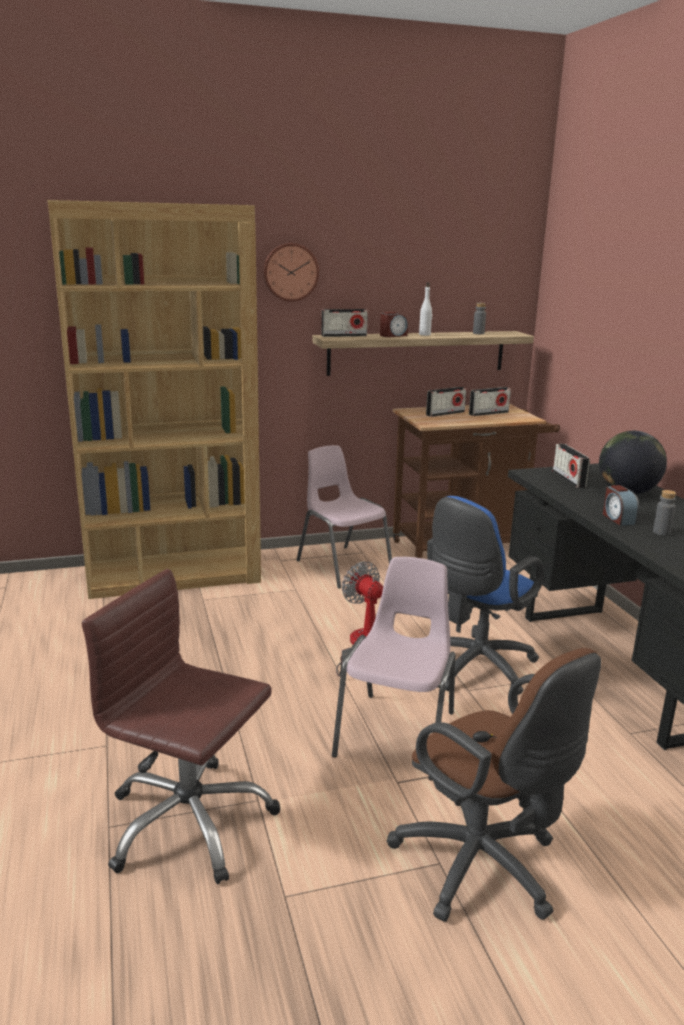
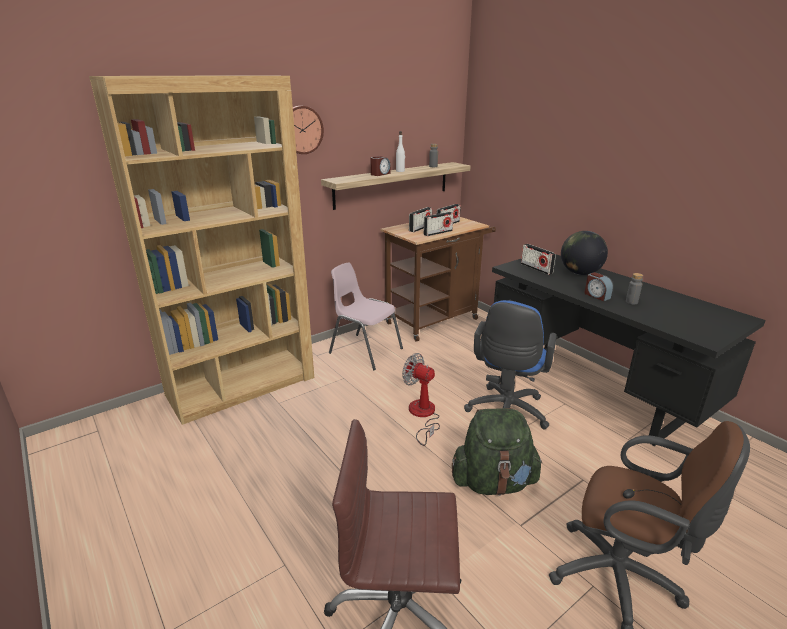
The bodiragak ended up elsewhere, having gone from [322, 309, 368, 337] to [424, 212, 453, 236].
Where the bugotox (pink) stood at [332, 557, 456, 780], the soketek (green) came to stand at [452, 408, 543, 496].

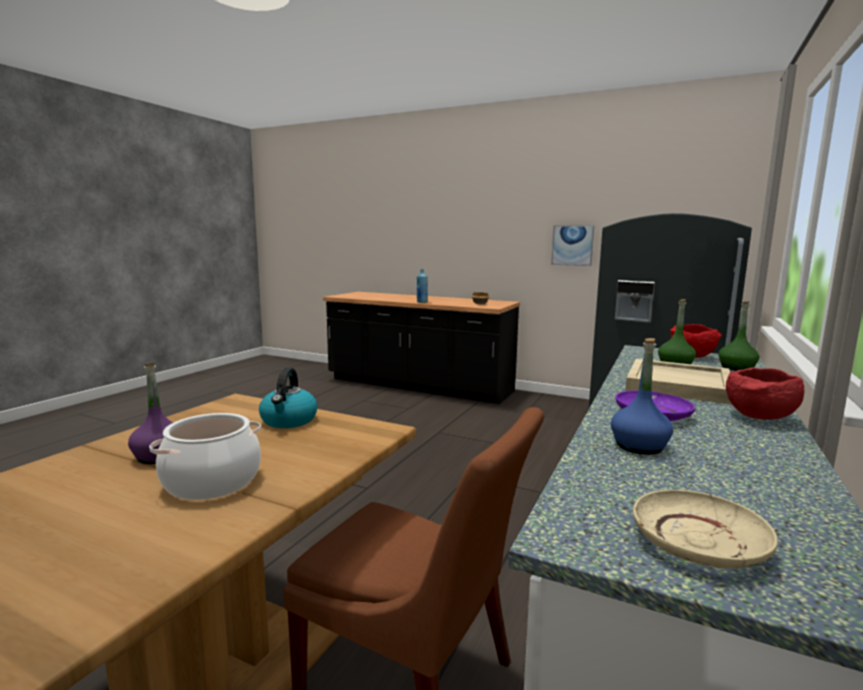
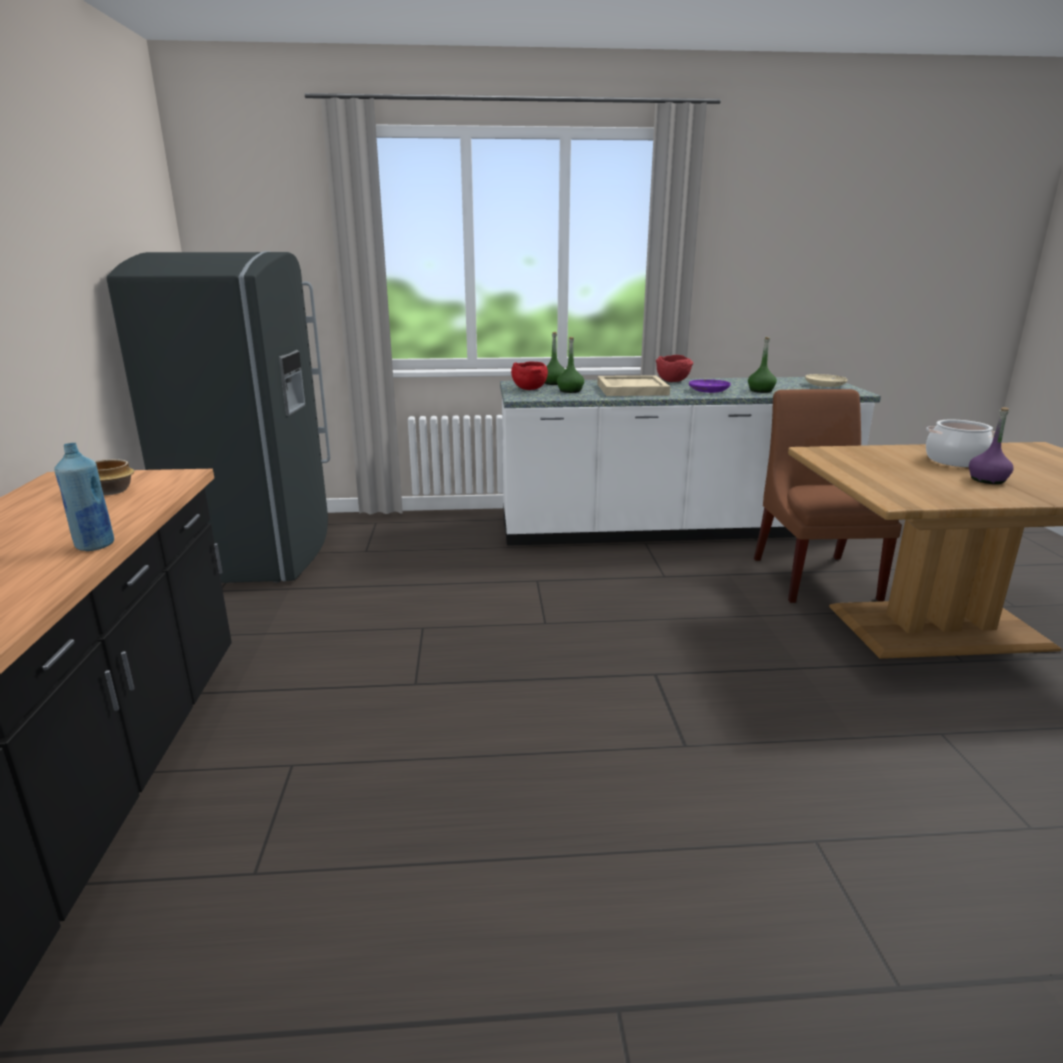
What was the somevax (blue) at [611, 338, 673, 455] turned into the somevax (green) at [748, 337, 777, 393].
The second view lost the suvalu at [259, 368, 318, 428].
The second view lost the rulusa at [551, 225, 594, 266].

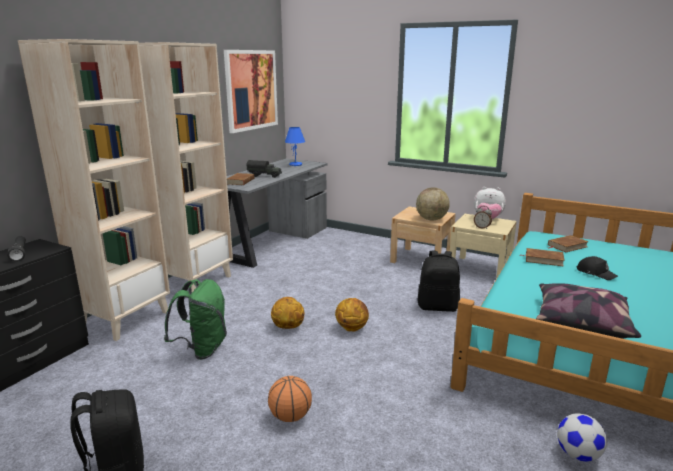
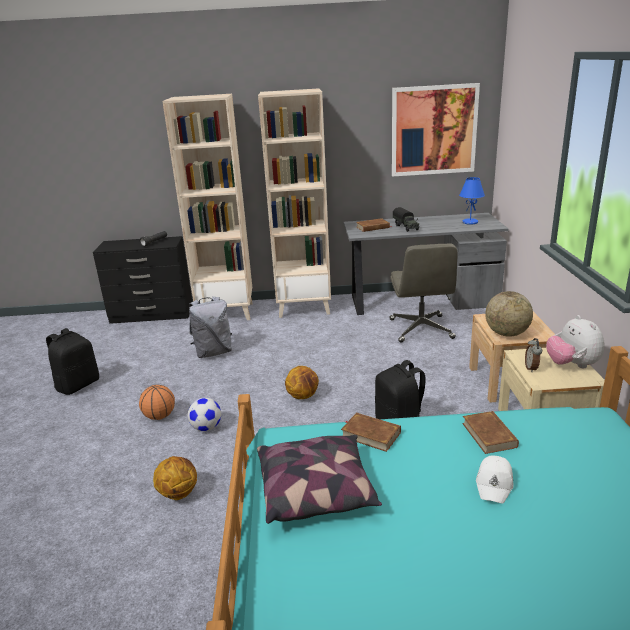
The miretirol ended up elsewhere, having gone from [271, 297, 305, 329] to [153, 456, 197, 500].
The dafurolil ended up elsewhere, having gone from [557, 413, 607, 462] to [188, 398, 221, 431].
What was the soketek (green) at [164, 279, 227, 360] turned into the soketek (grey) at [189, 296, 232, 358].
The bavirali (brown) ended up elsewhere, having gone from [548, 235, 589, 252] to [341, 413, 401, 452].
The second view gained the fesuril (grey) at [390, 244, 458, 343].
What was the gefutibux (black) at [576, 256, 618, 280] turned into the gefutibux (white) at [476, 456, 514, 503].

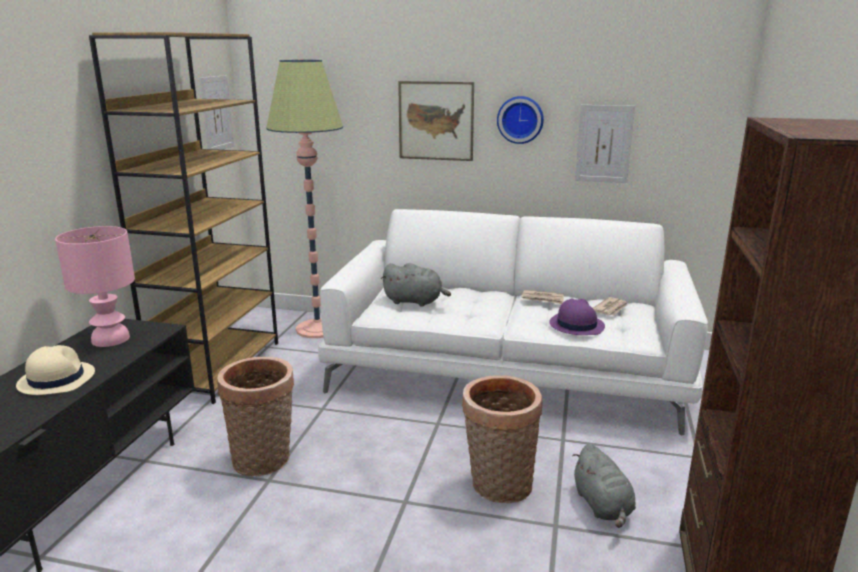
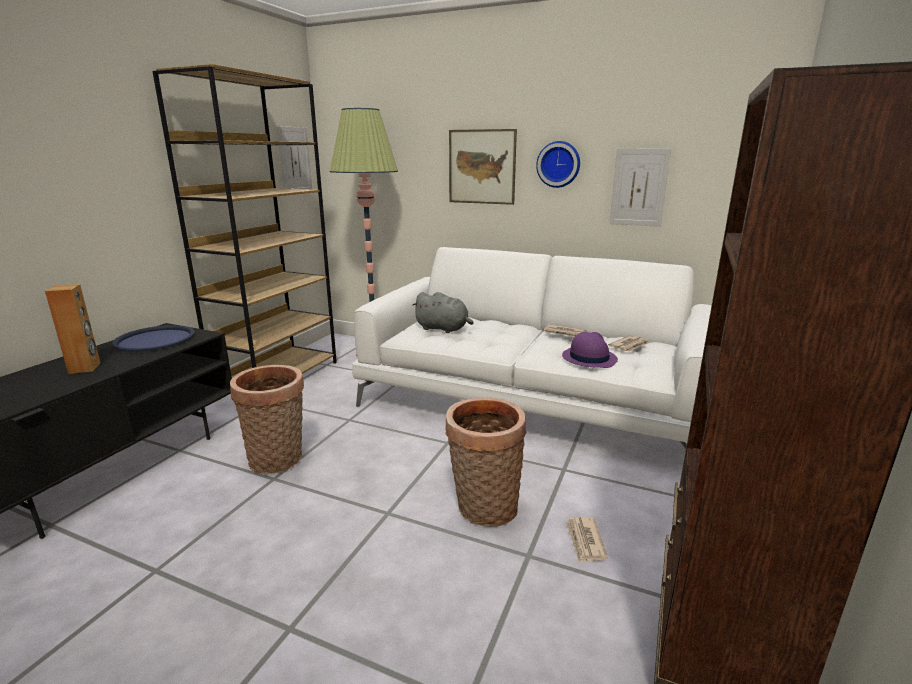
Where the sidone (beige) stood at [16, 345, 95, 395], the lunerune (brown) came to stand at [45, 284, 100, 374].
Where the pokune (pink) stood at [55, 226, 135, 347], the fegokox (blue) came to stand at [112, 325, 195, 352].
Where the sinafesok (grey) stood at [572, 443, 636, 528], the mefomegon came to stand at [565, 517, 608, 563].

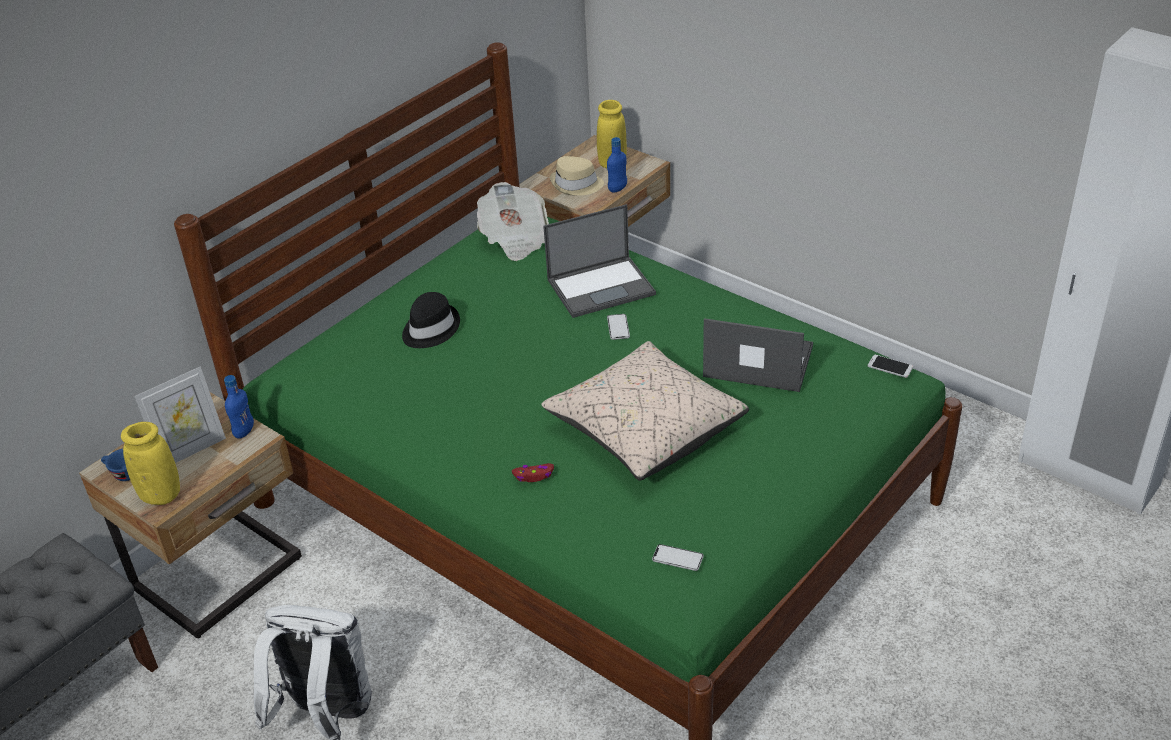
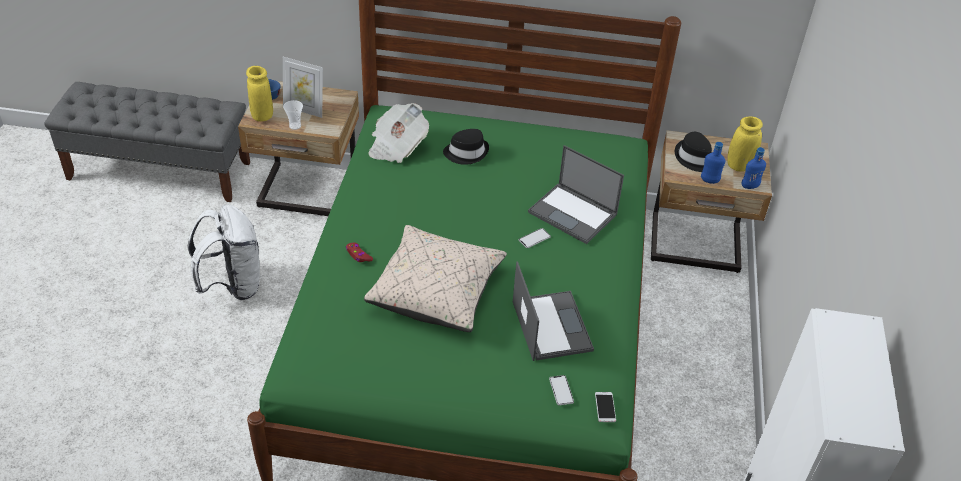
The second view gained the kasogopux at [283, 100, 303, 130].
The mefomegon ended up elsewhere, having gone from [477, 182, 549, 261] to [368, 103, 429, 163].
The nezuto ended up elsewhere, having gone from [652, 544, 704, 571] to [549, 375, 574, 405].
What was the sidone (beige) at [550, 156, 604, 196] turned into the sidone (black) at [675, 132, 712, 172].
The somevax (blue) ended up elsewhere, having gone from [224, 375, 254, 439] to [742, 147, 766, 189].

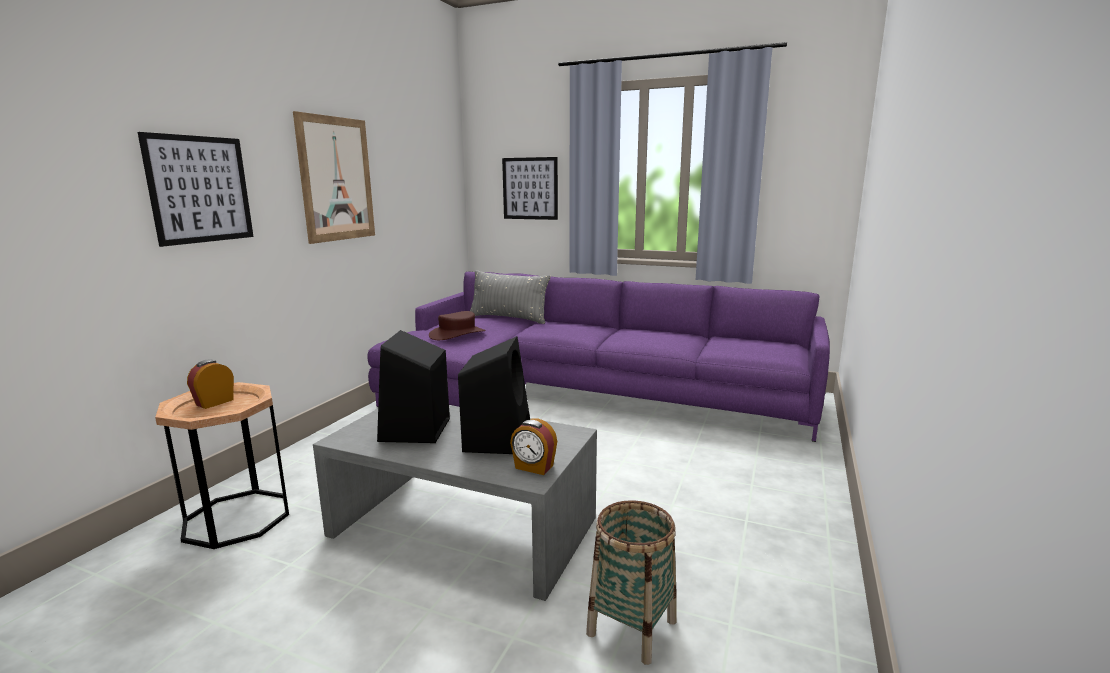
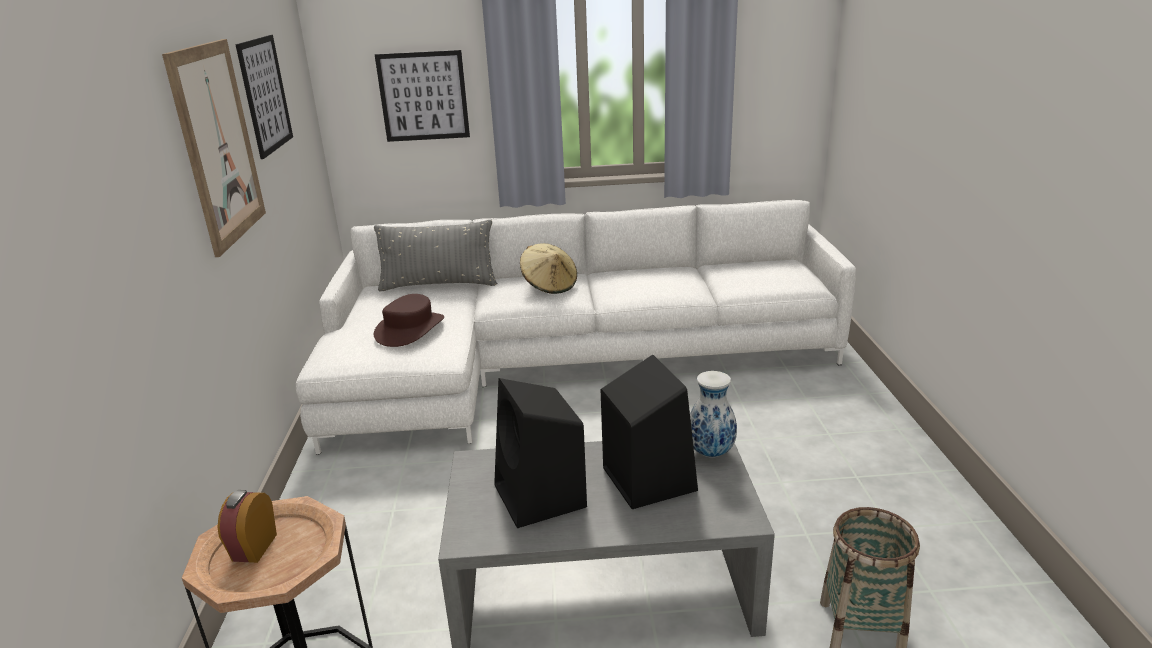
The rulusa ended up elsewhere, having gone from [138, 132, 254, 247] to [235, 35, 293, 159].
What was the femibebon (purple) at [367, 272, 830, 442] turned into the femibebon (white) at [296, 200, 856, 455].
The second view gained the sidone (beige) at [520, 243, 577, 294].
The second view gained the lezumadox at [690, 371, 737, 458].
The second view lost the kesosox at [510, 418, 557, 475].

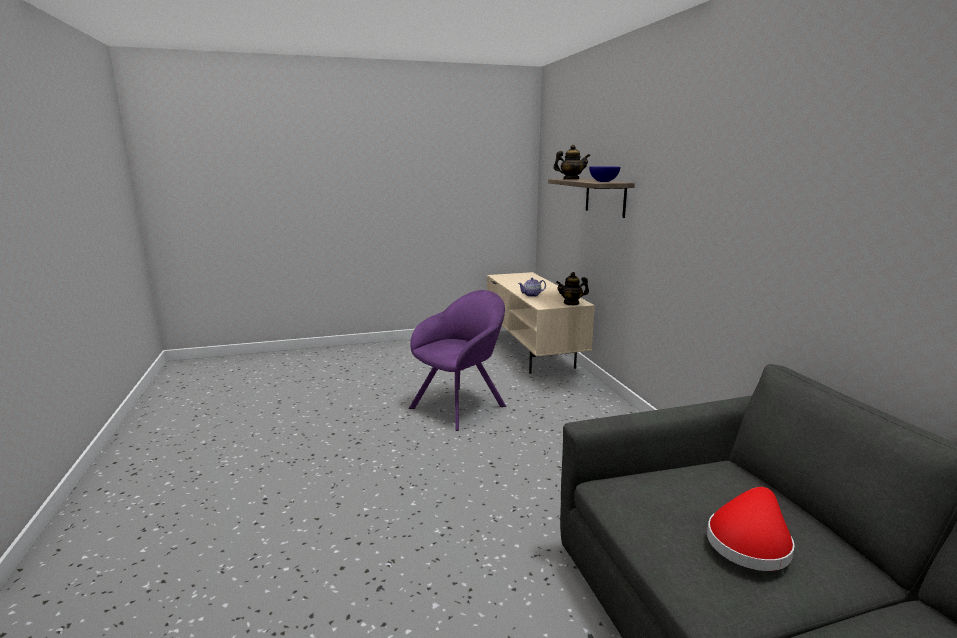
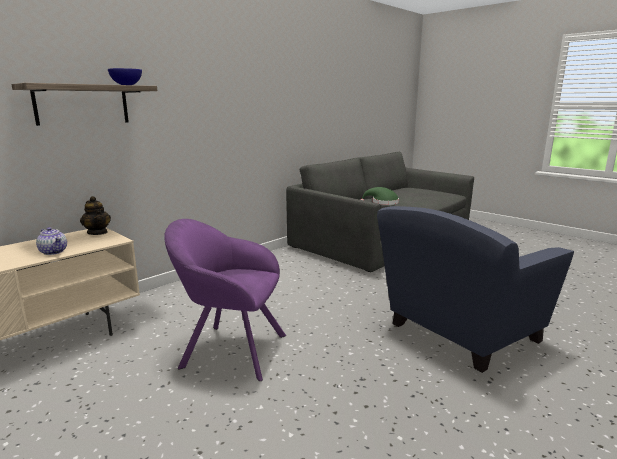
What was the sidone (red) at [707, 487, 794, 571] turned into the sidone (green) at [360, 187, 399, 205].
The second view gained the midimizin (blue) at [377, 206, 574, 373].
The second view lost the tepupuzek at [554, 145, 590, 179].

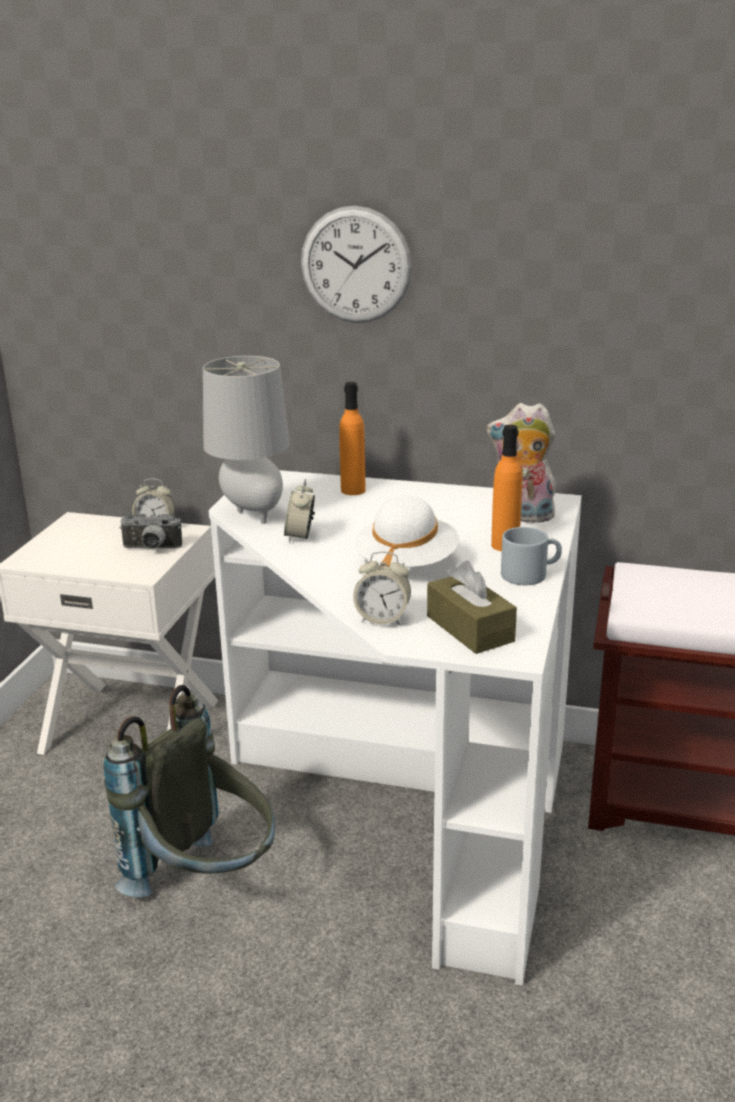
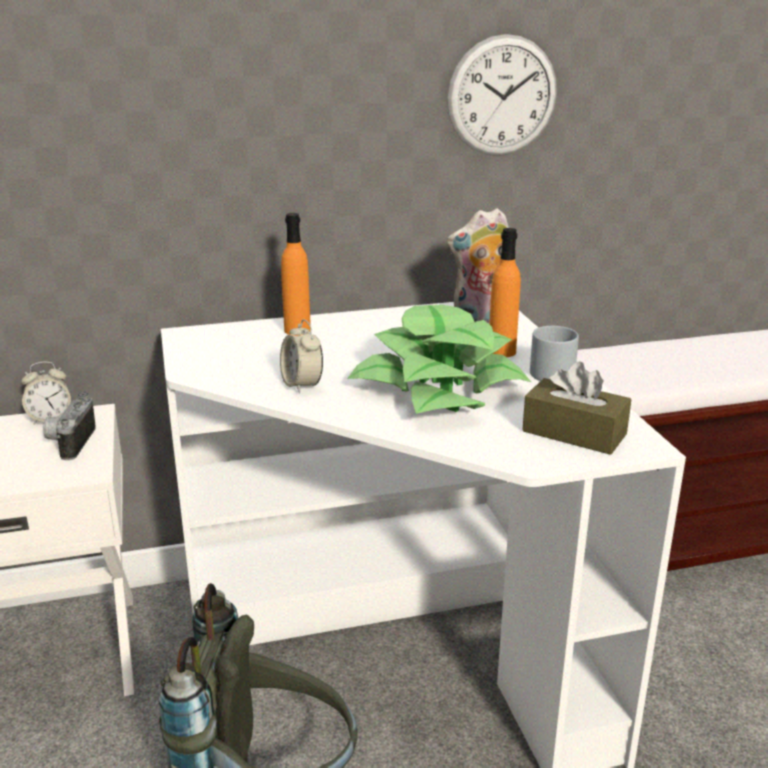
The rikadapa at [120, 513, 182, 549] ended up facing another way, 120 degrees clockwise from before.
Where the sidone (white) stood at [355, 495, 459, 567], the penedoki came to stand at [347, 305, 531, 414].
The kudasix ended up elsewhere, having gone from [301, 206, 412, 323] to [447, 34, 557, 156].
The second view lost the pokune (grey) at [203, 356, 290, 524].
The second view lost the kesosox at [353, 551, 411, 625].

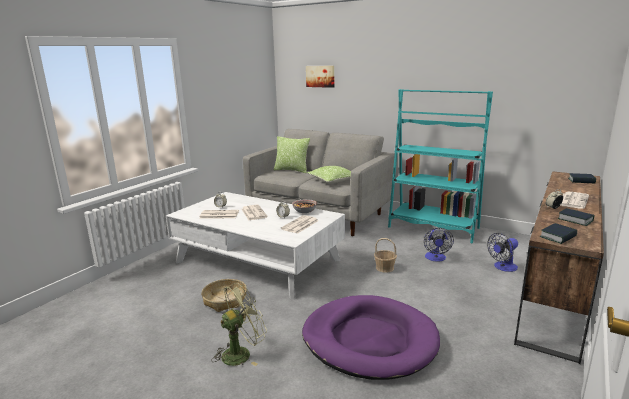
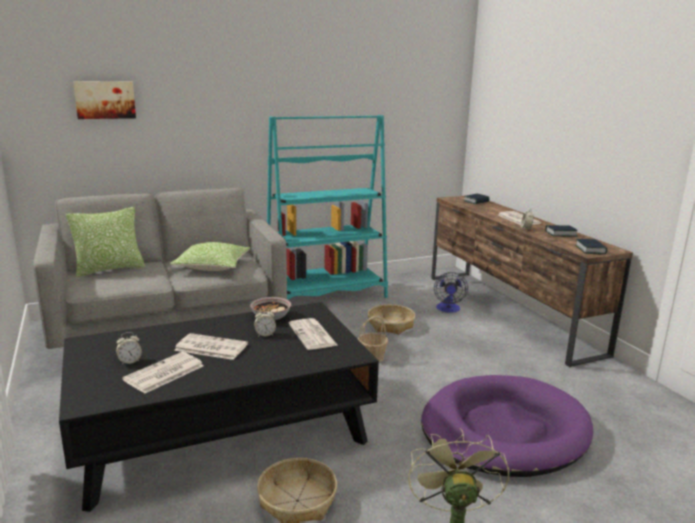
What was the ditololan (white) at [166, 192, 345, 300] turned into the ditololan (black) at [59, 302, 379, 512].
Where the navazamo stood at [424, 228, 454, 262], the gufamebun came to stand at [368, 304, 415, 334].

